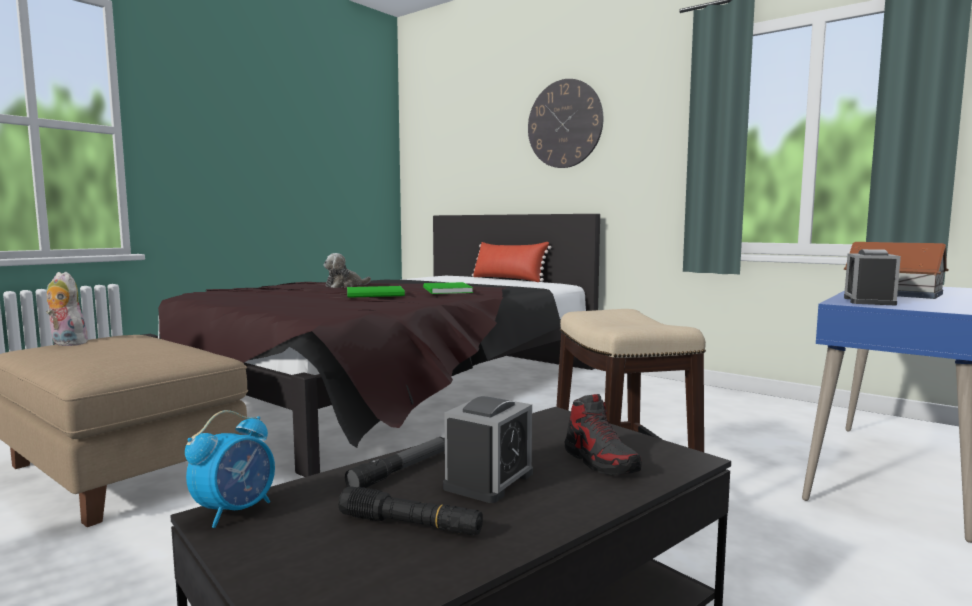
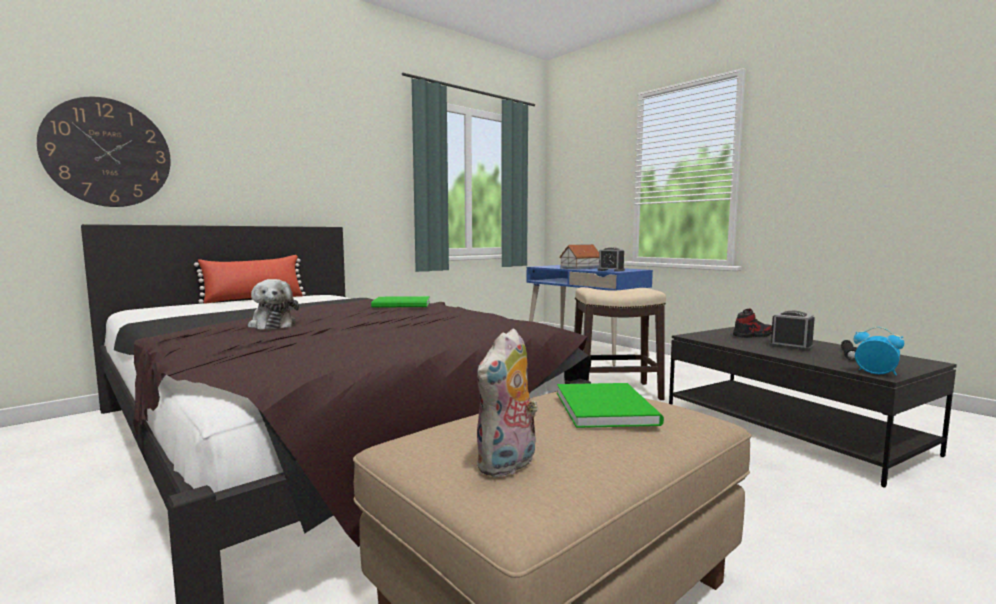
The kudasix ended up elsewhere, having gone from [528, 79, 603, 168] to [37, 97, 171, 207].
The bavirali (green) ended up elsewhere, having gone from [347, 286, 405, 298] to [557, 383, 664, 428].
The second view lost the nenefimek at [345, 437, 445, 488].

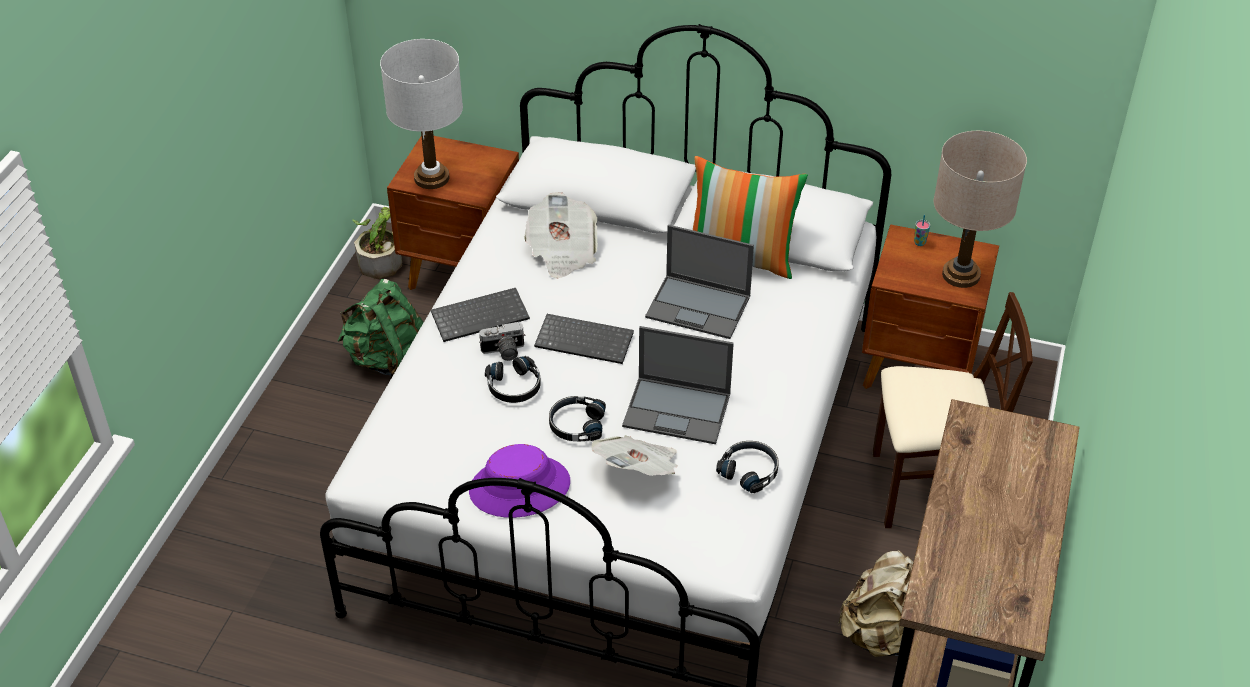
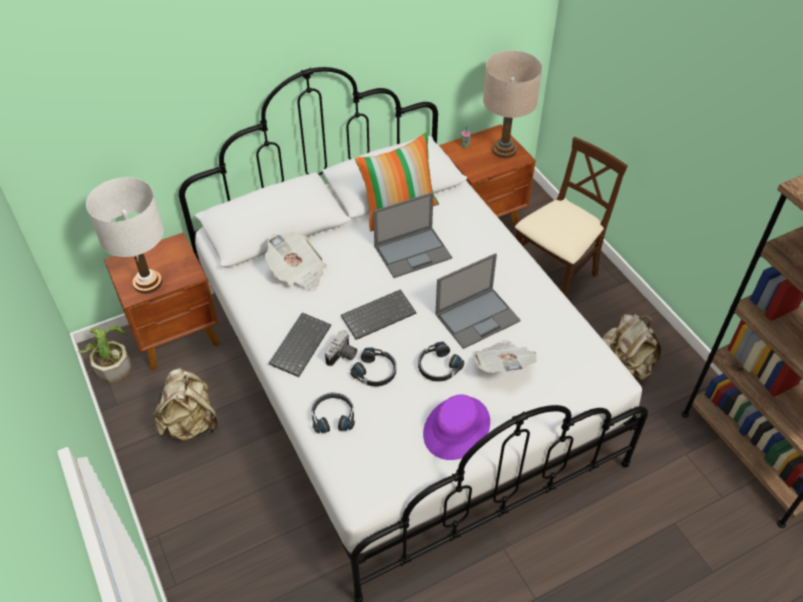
What was the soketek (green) at [338, 279, 424, 378] turned into the soketek (beige) at [152, 368, 218, 441].
The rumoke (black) ended up elsewhere, having gone from [716, 441, 779, 493] to [312, 393, 355, 433].

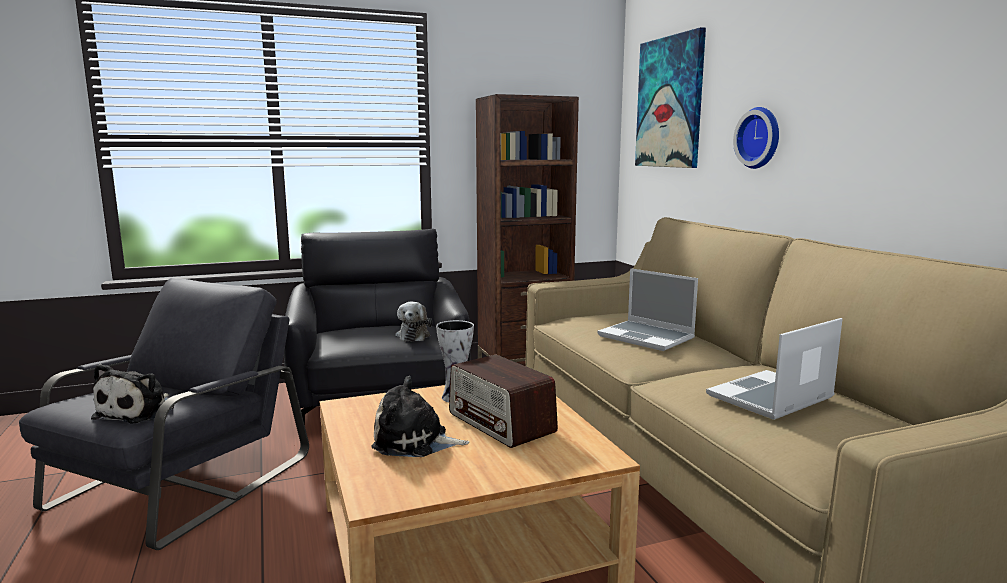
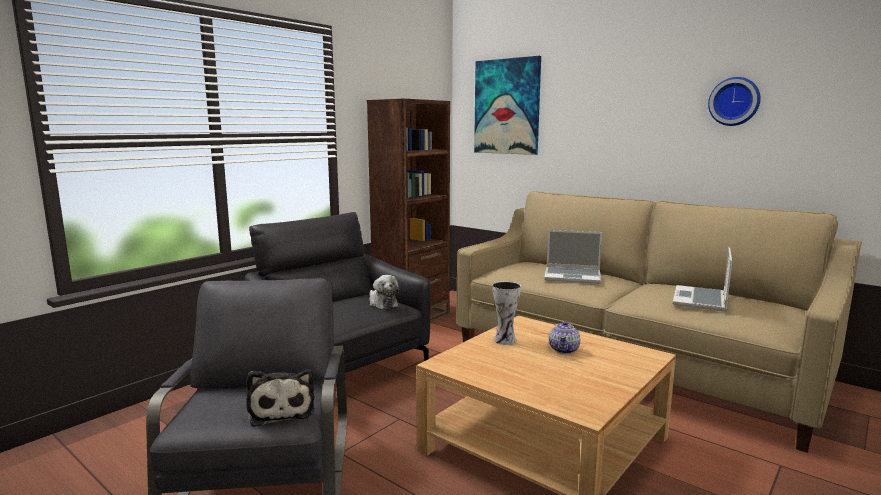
Where the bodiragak stood at [449, 355, 558, 448], the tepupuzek came to stand at [549, 321, 581, 354].
The kudasix ended up elsewhere, having gone from [733, 107, 779, 169] to [708, 77, 761, 126].
The second view lost the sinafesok at [372, 376, 469, 457].

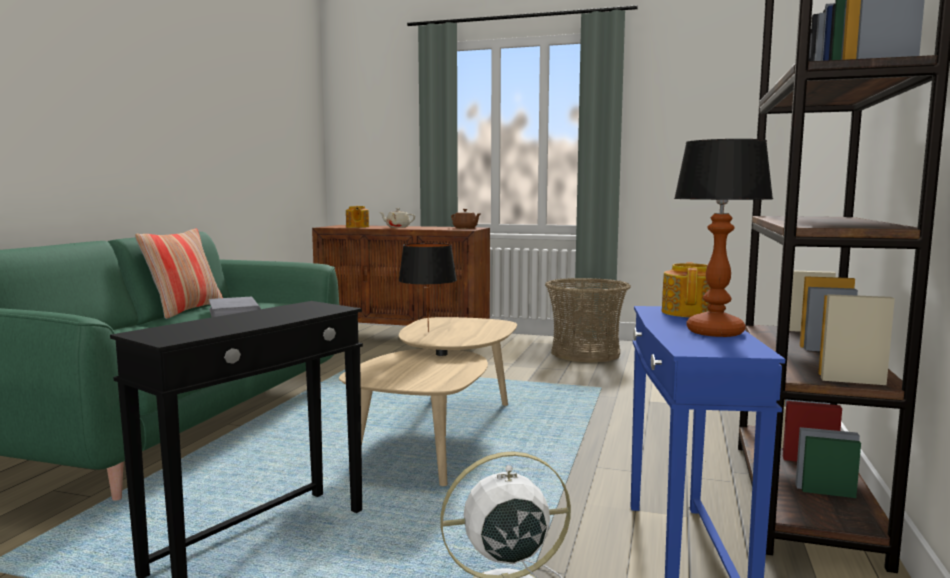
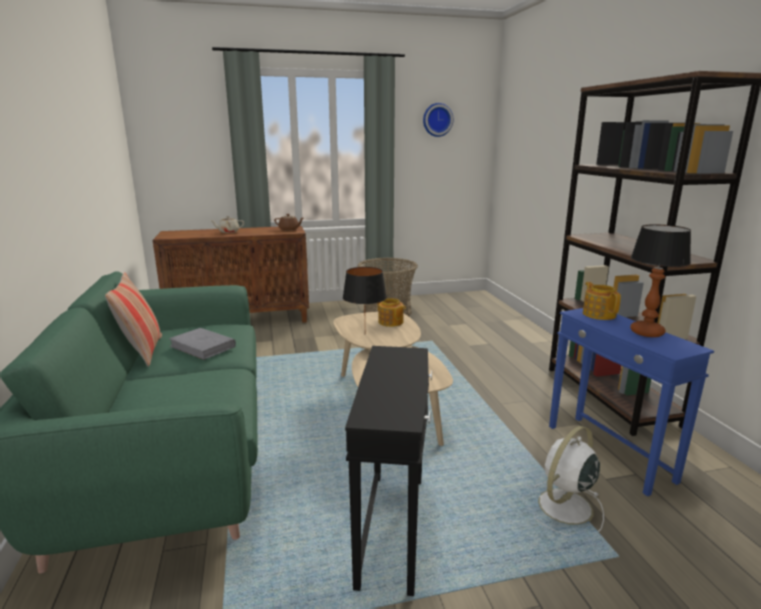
The tepupuzek ended up elsewhere, having gone from [346, 206, 369, 228] to [378, 298, 406, 327].
The second view gained the kudasix at [423, 103, 453, 137].

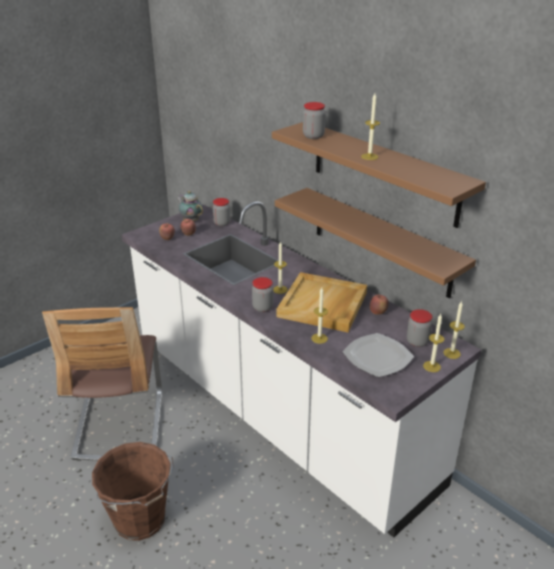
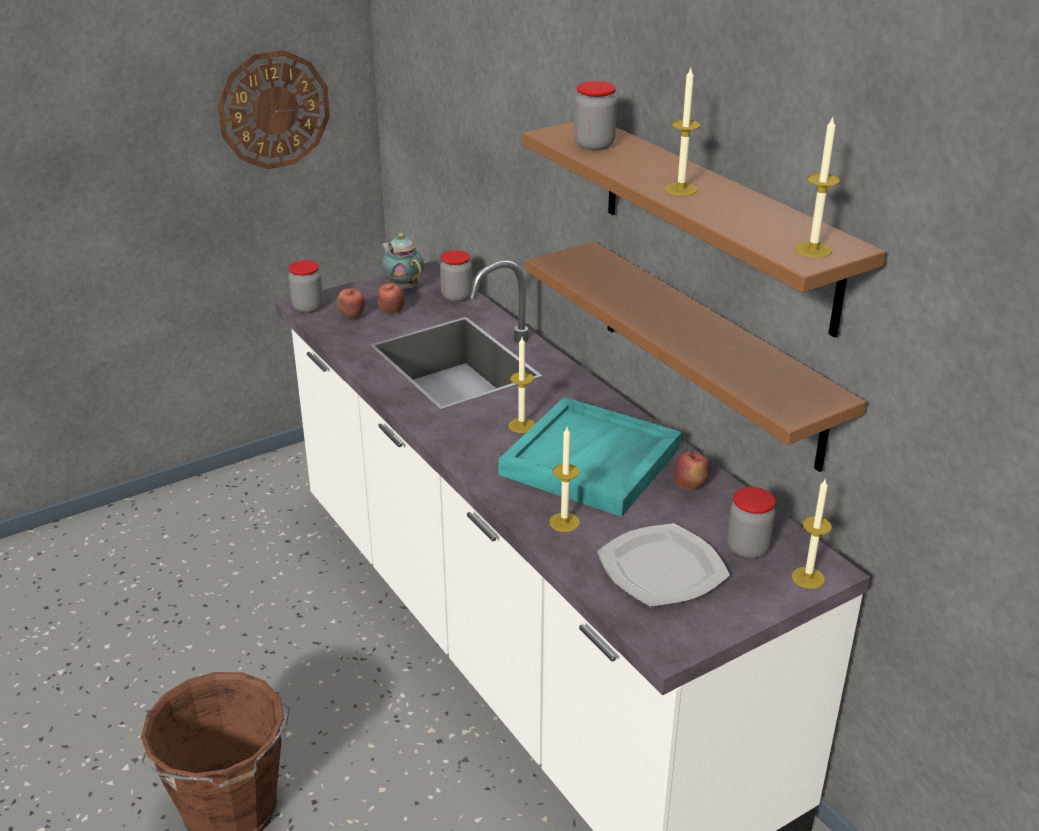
The second view gained the kudasix at [217, 50, 330, 169].
The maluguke ended up elsewhere, having gone from [252, 277, 273, 312] to [289, 260, 323, 313].
What was the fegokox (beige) at [277, 272, 367, 332] turned into the fegokox (turquoise) at [498, 397, 681, 517].
The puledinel ended up elsewhere, having gone from [423, 314, 444, 372] to [795, 117, 840, 258].
The second view lost the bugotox at [42, 307, 162, 461].

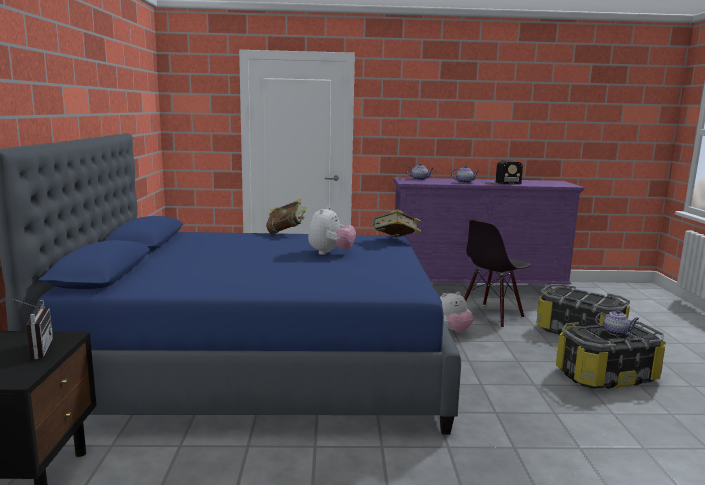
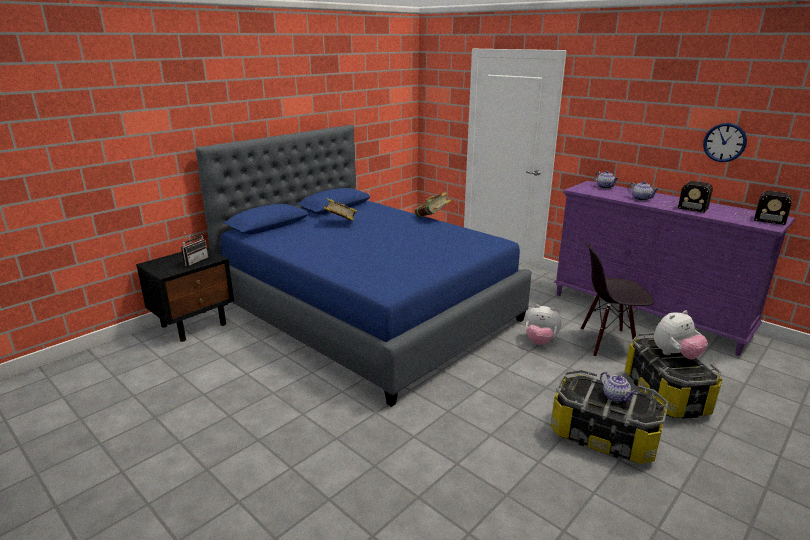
The bavirali ended up elsewhere, having gone from [372, 209, 421, 237] to [324, 198, 357, 221].
The sinafesok ended up elsewhere, having gone from [308, 206, 356, 255] to [654, 310, 708, 359].
The second view gained the kudasix at [703, 123, 747, 162].
The second view gained the bodiragak at [735, 191, 792, 225].

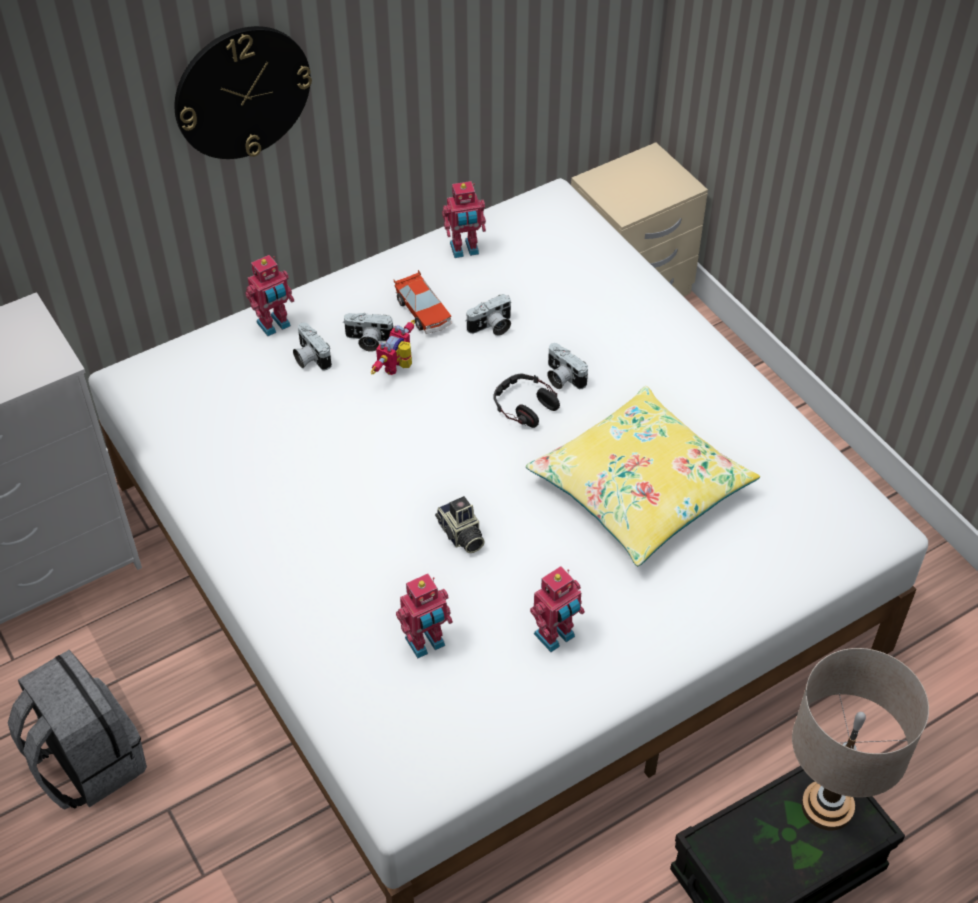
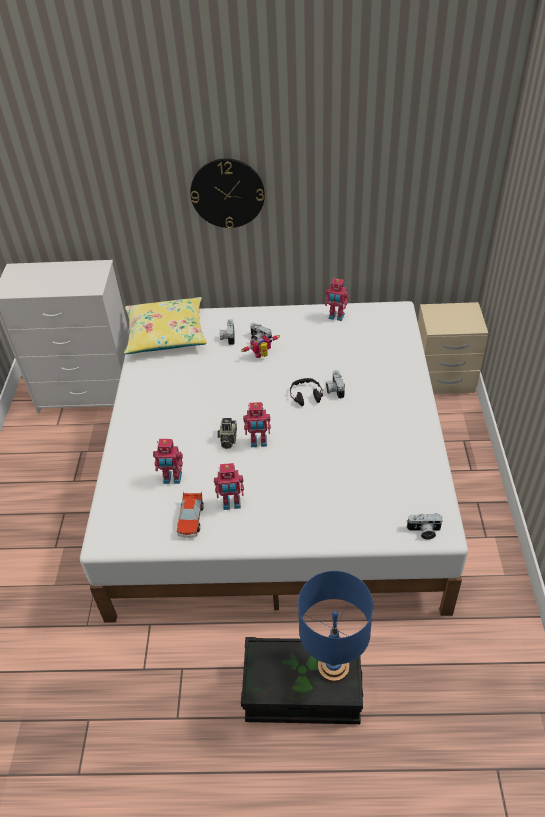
The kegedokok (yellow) ended up elsewhere, having gone from [526, 386, 760, 566] to [124, 297, 207, 354].
The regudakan ended up elsewhere, having gone from [394, 270, 452, 334] to [177, 491, 204, 538].
The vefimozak ended up elsewhere, having gone from [245, 255, 294, 336] to [243, 402, 271, 447].
What was the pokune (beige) at [792, 648, 929, 830] turned into the pokune (blue) at [298, 571, 373, 683].
The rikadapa ended up elsewhere, having gone from [466, 294, 511, 336] to [407, 513, 443, 540].
The second view lost the soketek (grey) at [8, 650, 147, 809].

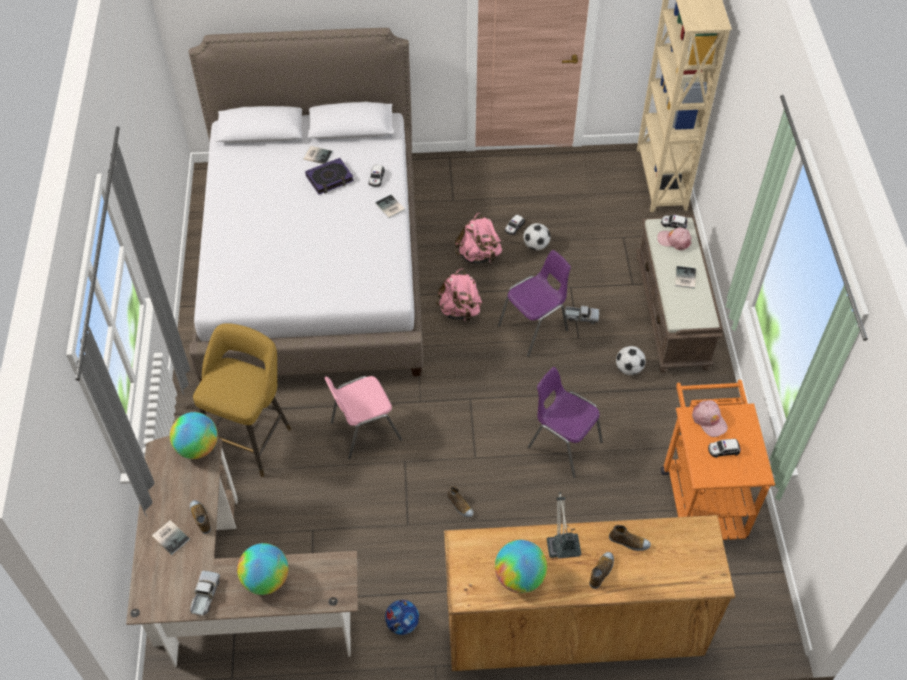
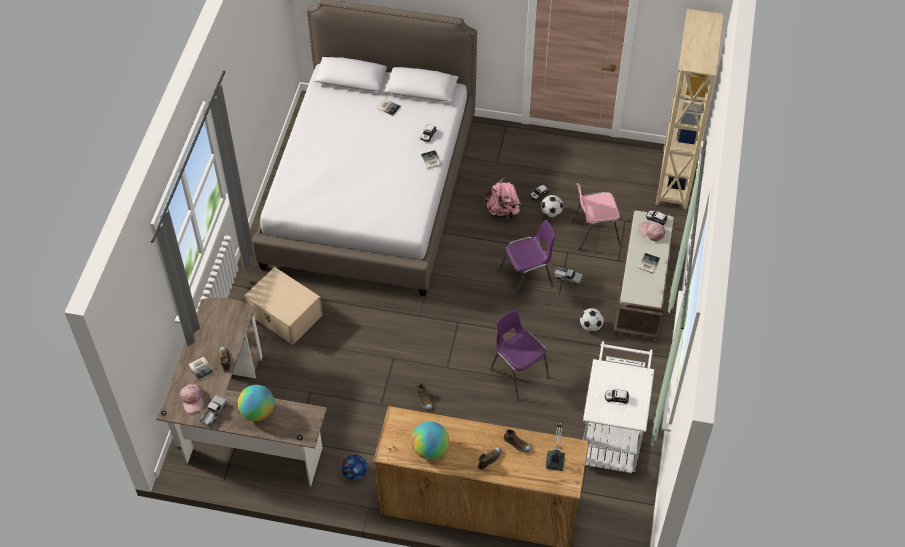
The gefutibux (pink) ended up elsewhere, having gone from [692, 400, 728, 437] to [180, 384, 204, 413].
Where the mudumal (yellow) stood at [193, 323, 291, 477], the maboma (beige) came to stand at [244, 267, 323, 345].
The pokune ended up elsewhere, having gone from [547, 492, 581, 558] to [546, 421, 565, 471].
The bugotox (pink) ended up elsewhere, having gone from [324, 376, 402, 459] to [571, 183, 621, 250].
What was the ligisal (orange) at [661, 380, 775, 540] turned into the ligisal (white) at [583, 341, 654, 474].
The second view lost the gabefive at [170, 412, 218, 459].
The second view lost the bavirali at [305, 158, 354, 195].
The second view lost the soketek (pink) at [436, 268, 482, 322].

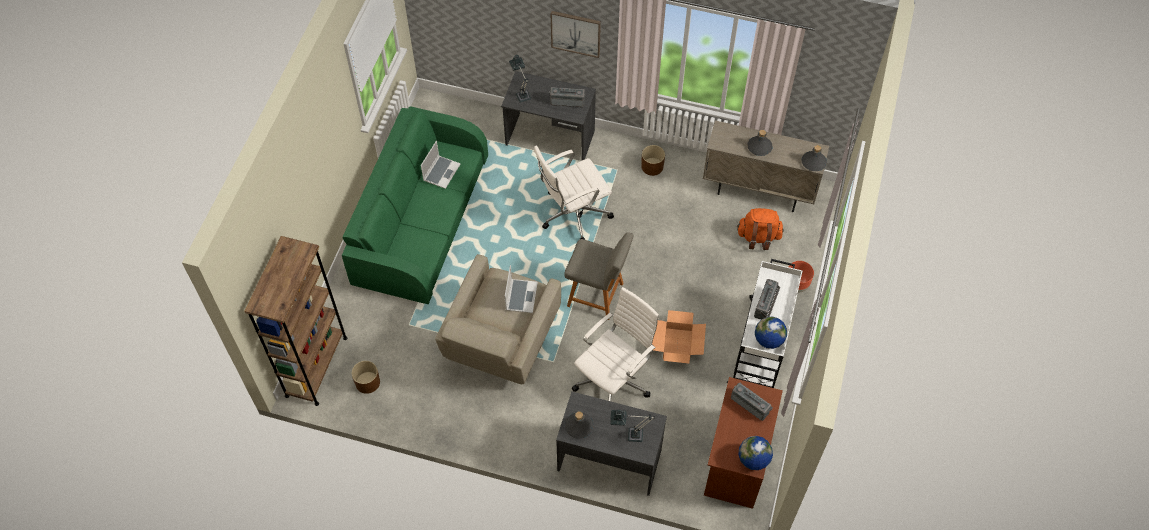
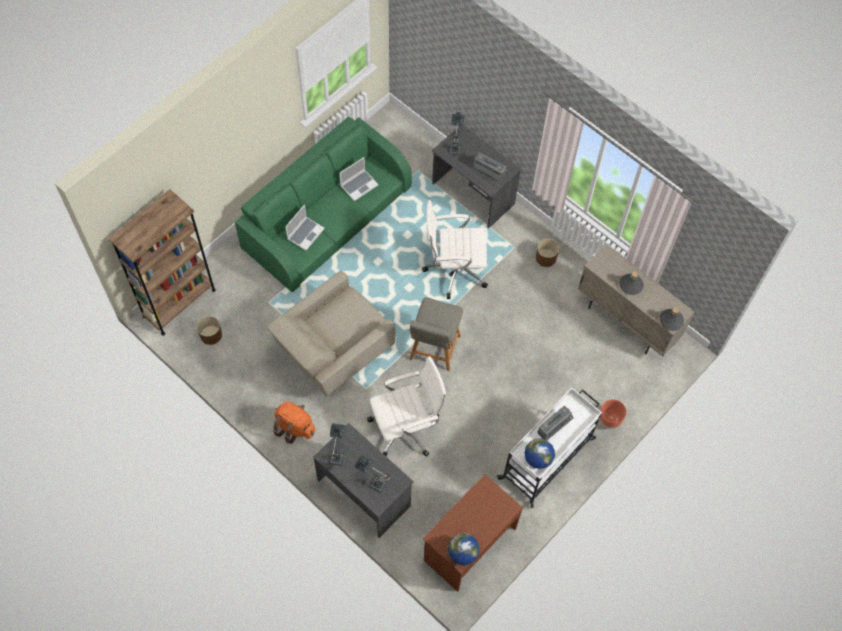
The soketek (orange) ended up elsewhere, having gone from [737, 208, 783, 250] to [273, 401, 315, 444].
The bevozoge ended up elsewhere, having gone from [505, 265, 538, 313] to [286, 205, 325, 250].
Where the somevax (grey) stood at [565, 411, 593, 439], the pokune came to stand at [329, 423, 345, 466].
The bugotox (grey) at [564, 232, 633, 320] ended up facing another way, 60 degrees clockwise from before.
The second view lost the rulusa at [551, 11, 601, 58].
The second view lost the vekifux at [652, 310, 706, 364].
The second view lost the bodiragak at [731, 382, 773, 421].

